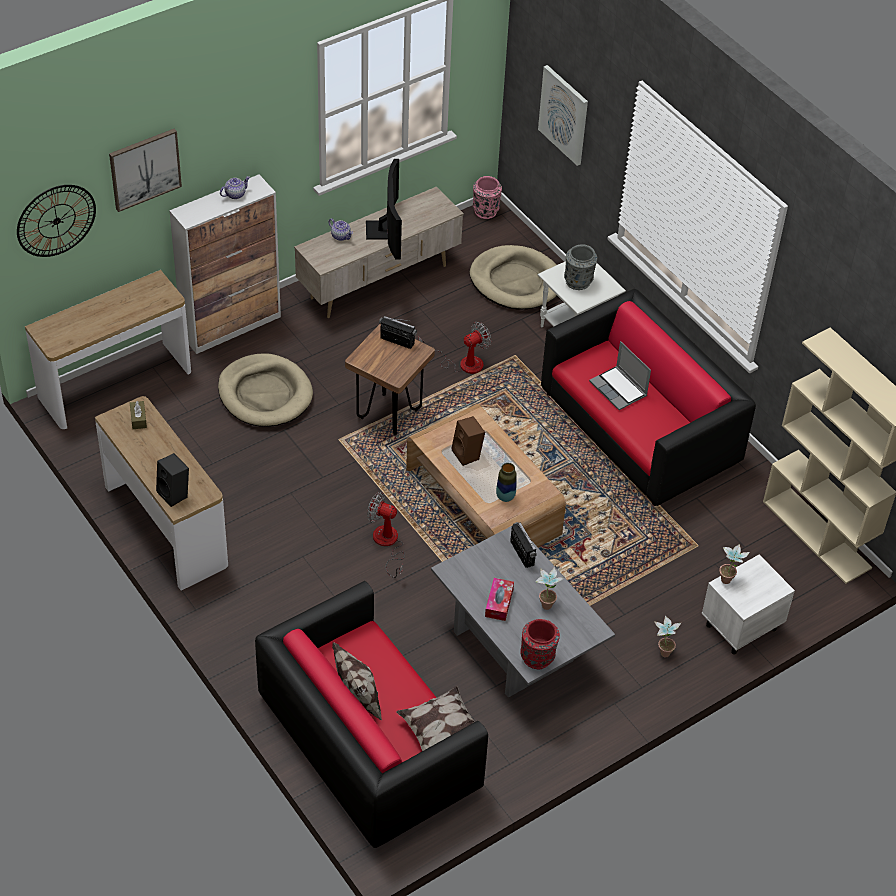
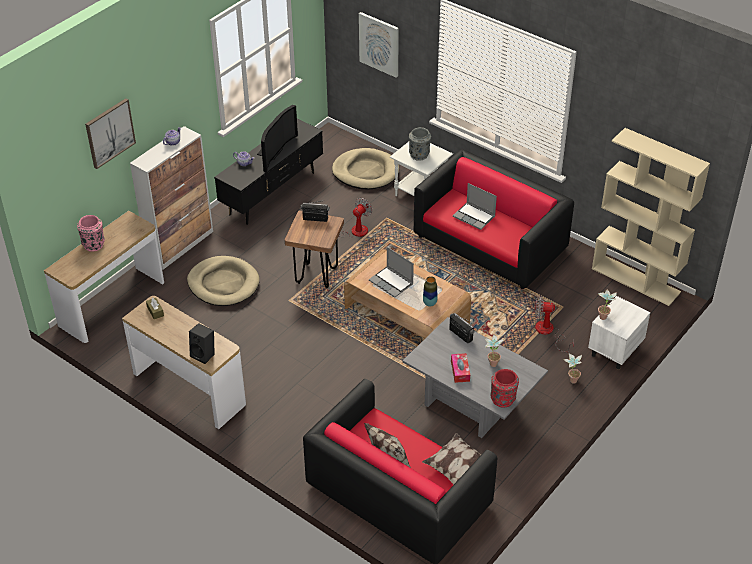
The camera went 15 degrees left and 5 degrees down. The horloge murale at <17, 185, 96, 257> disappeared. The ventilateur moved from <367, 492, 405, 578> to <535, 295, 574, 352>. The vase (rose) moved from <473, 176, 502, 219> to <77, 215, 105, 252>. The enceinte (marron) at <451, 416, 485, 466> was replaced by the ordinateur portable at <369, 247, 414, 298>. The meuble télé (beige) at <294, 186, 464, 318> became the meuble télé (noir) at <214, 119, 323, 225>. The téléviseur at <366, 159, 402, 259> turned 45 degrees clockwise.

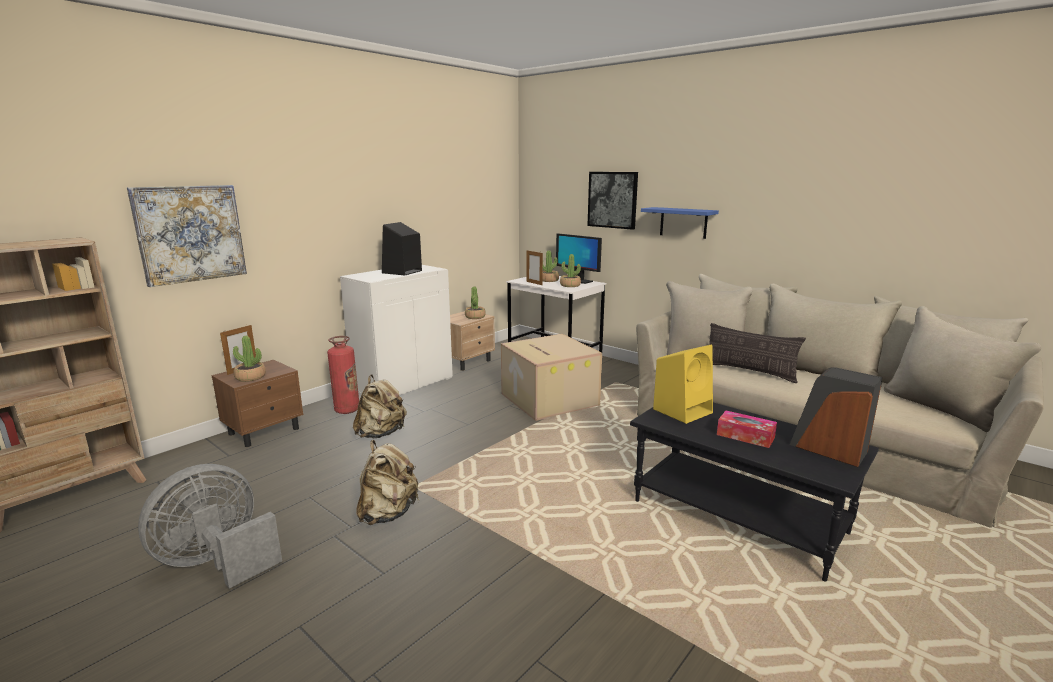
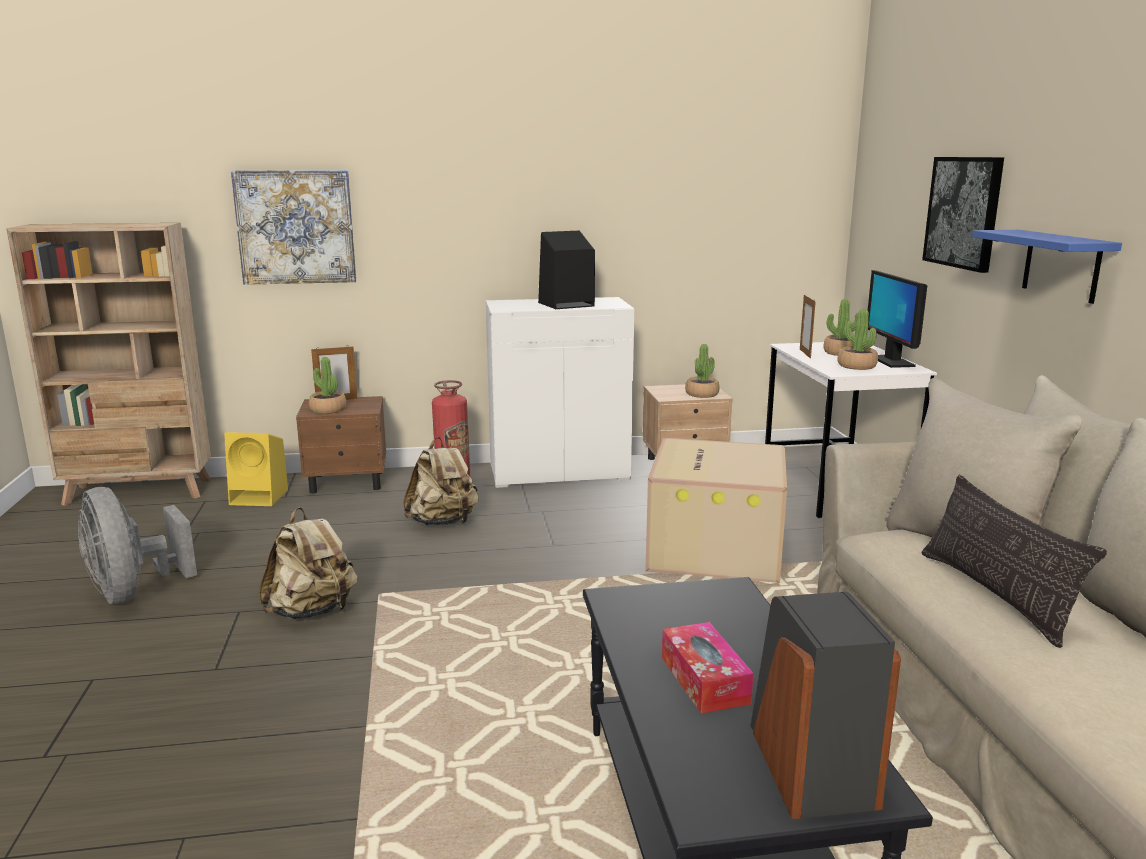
The camera went 40 degrees right and 0 degrees up. The enceinte (jaune) moved from <653, 344, 713, 424> to <224, 432, 288, 506>. The ventilateur (gris) at <138, 464, 282, 589> turned 120 degrees counterclockwise.

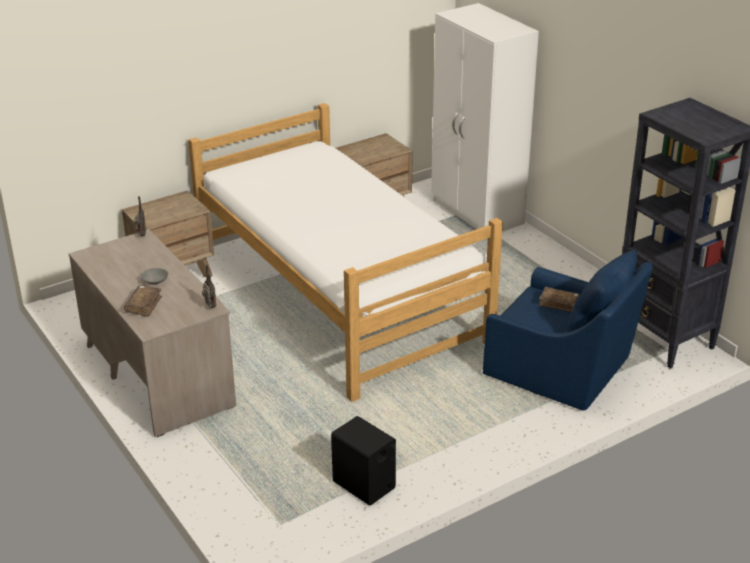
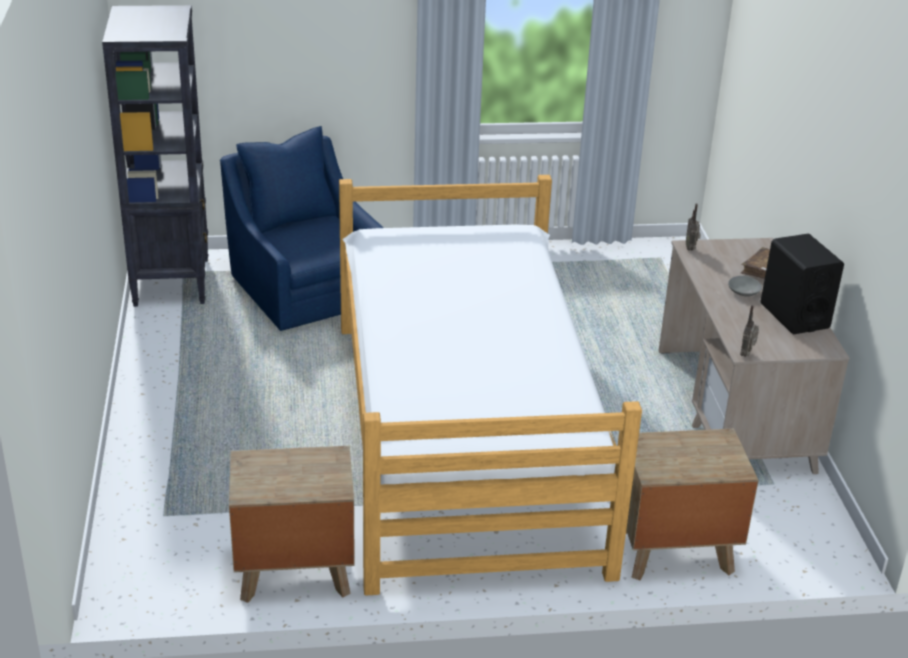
The camera went 155 degrees left and 0 degrees up. The armoire (blanc) at <431, 3, 539, 232> disappeared. The livre (marron) at <539, 287, 579, 312> disappeared. The enceinte (noir) moved from <331, 416, 396, 506> to <760, 234, 844, 334>.

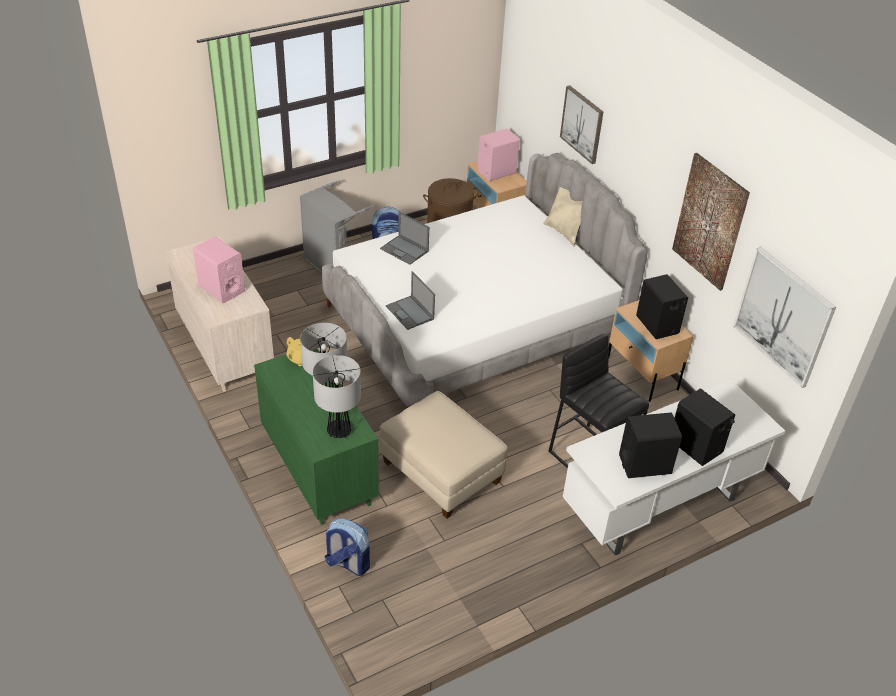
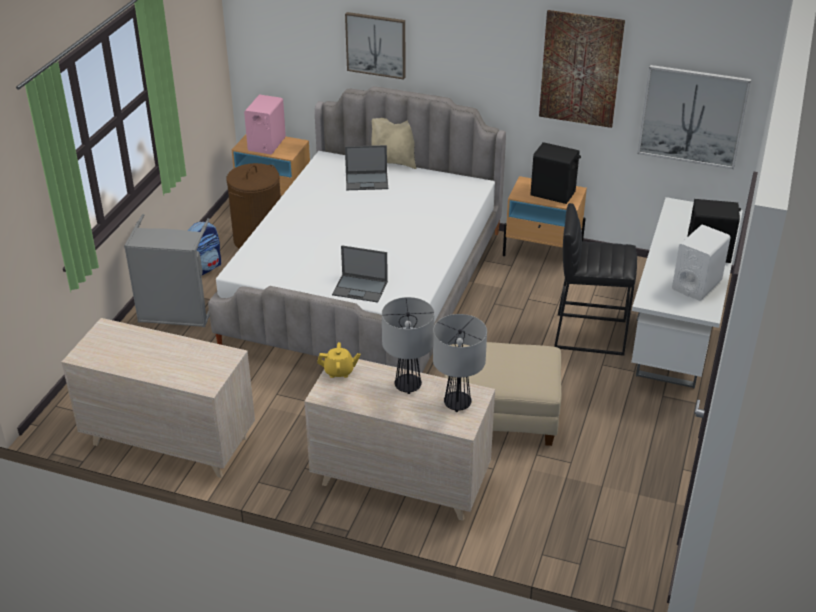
The camera went 40 degrees left and 5 degrees down. The enceinte (rose) at <193, 237, 245, 303> disappeared. The sac à dos at <325, 518, 370, 576> disappeared. The ordinateur portable moved from <380, 212, 429, 265> to <345, 145, 388, 190>. The commode (vert) at <254, 349, 379, 525> became the commode (beige) at <304, 359, 495, 521>. The enceinte (noir) at <619, 412, 682, 478> became the enceinte (blanc) at <672, 225, 731, 301>.

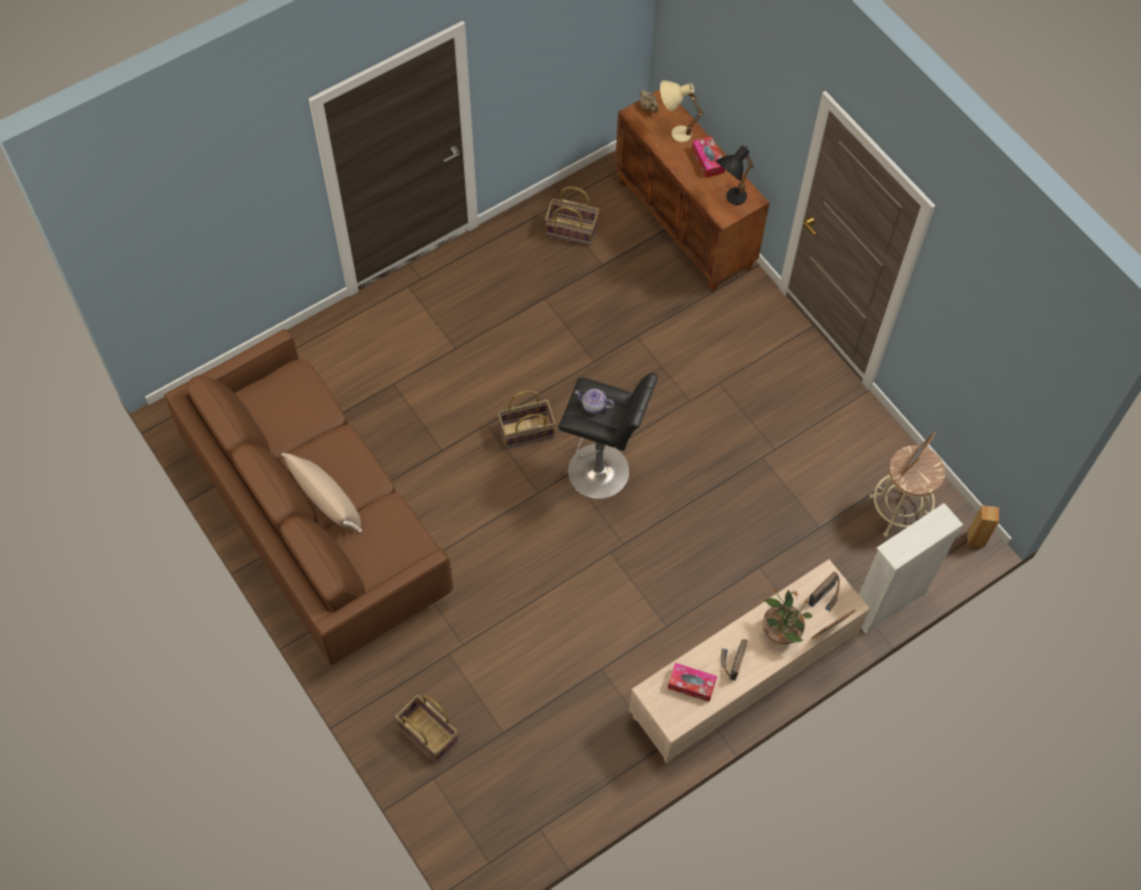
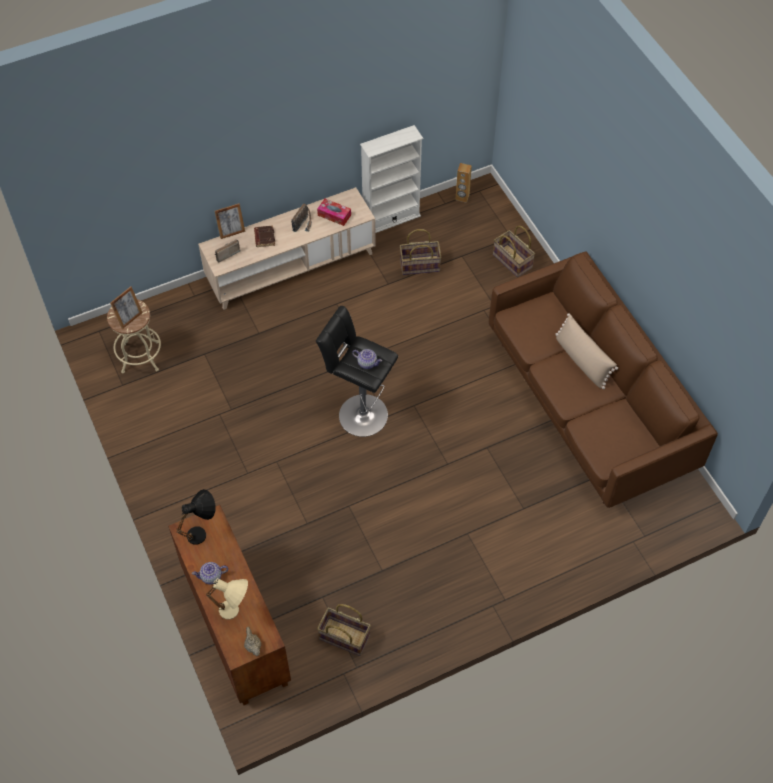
The camera went 170 degrees left and 5 degrees down. The panier moved from <498, 391, 556, 449> to <400, 229, 442, 275>. The bibliothèque (blanc) moved from <859, 503, 963, 634> to <360, 125, 423, 233>. The enceinte (marron) moved from <967, 505, 999, 547> to <456, 163, 472, 203>. The boîte à mouchoirs at <692, 136, 725, 178> was replaced by the théière at <192, 562, 228, 584>. The plante en pot at <763, 588, 813, 644> was replaced by the livre (marron) at <254, 225, 275, 247>.

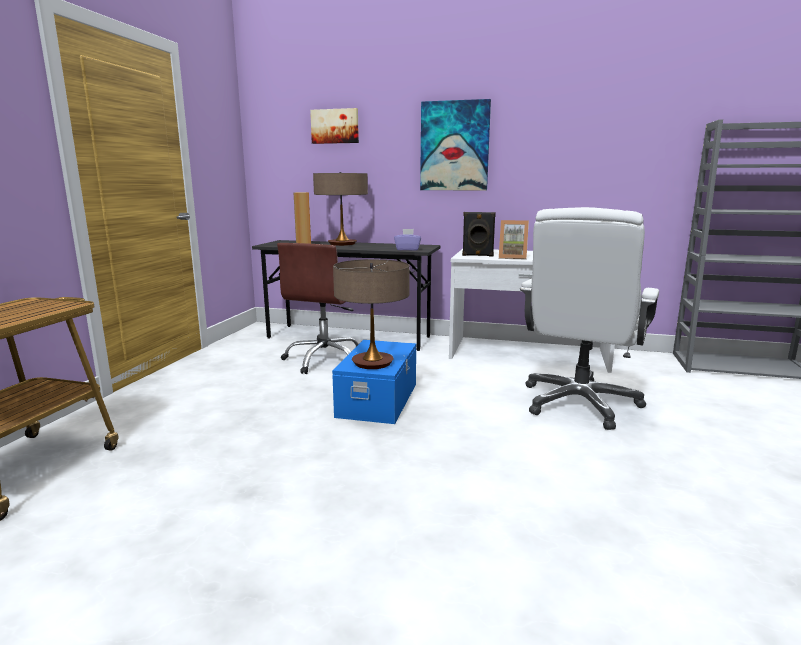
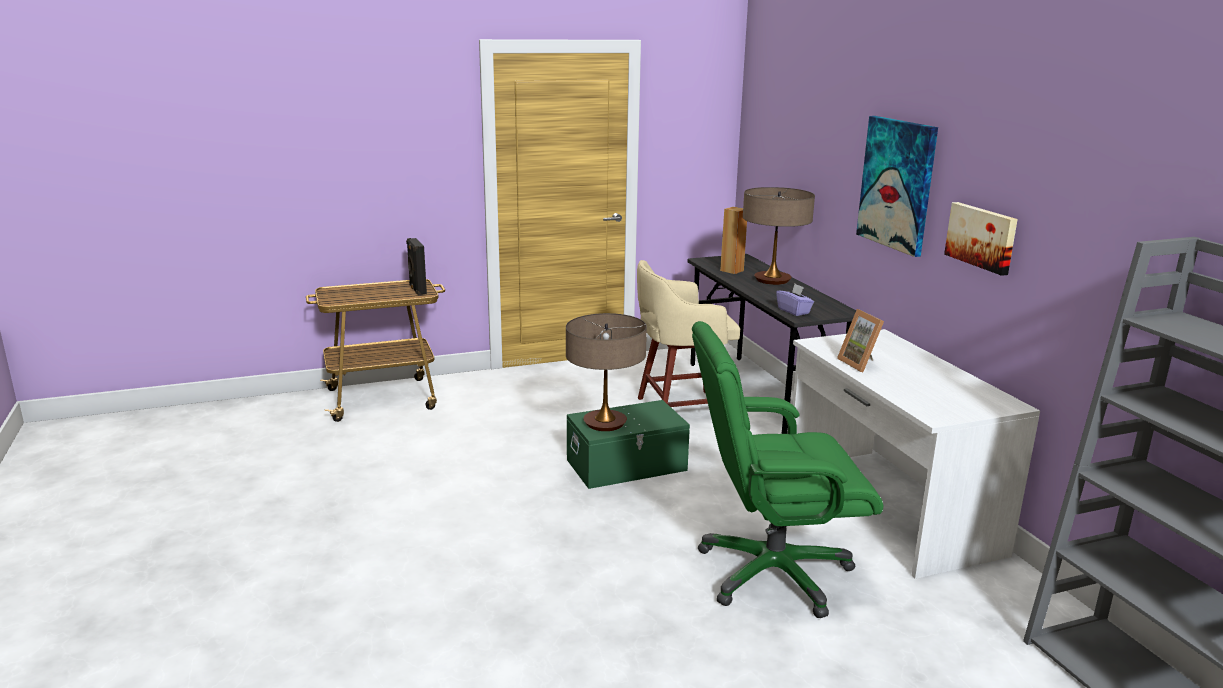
The camera went 55 degrees right and 5 degrees up. The tableau moved from <310, 108, 359, 144> to <944, 202, 1018, 276>. The enceinte (noir) moved from <462, 212, 496, 257> to <406, 238, 427, 296>. The chaise de bureau (marron) at <277, 243, 359, 374> was replaced by the tabouret (beige) at <637, 260, 740, 407>. The boîte de rangement (bleu) at <332, 340, 416, 424> became the boîte de rangement (vert) at <567, 400, 690, 489>. The chaise de bureau (blanc) at <520, 207, 659, 430> became the chaise de bureau (vert) at <692, 321, 883, 618>.

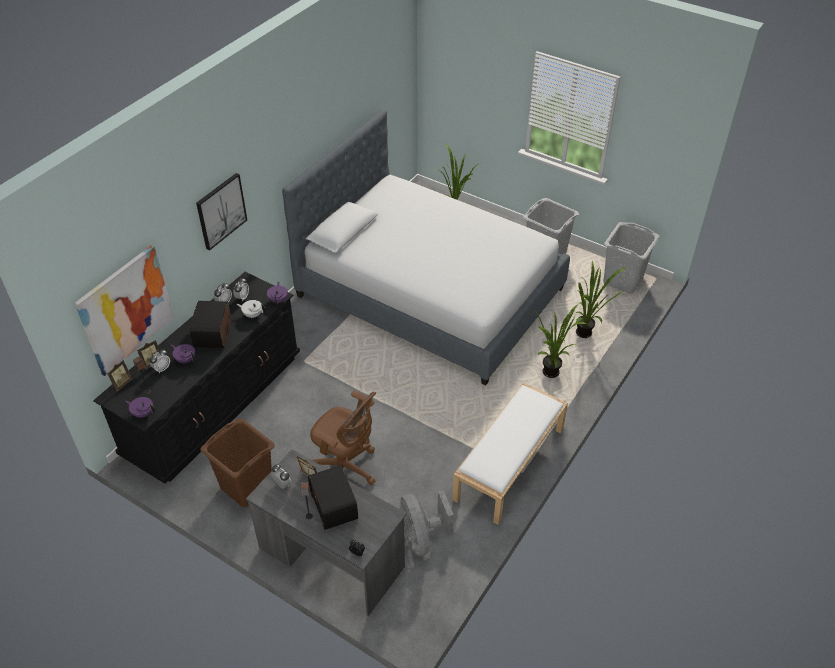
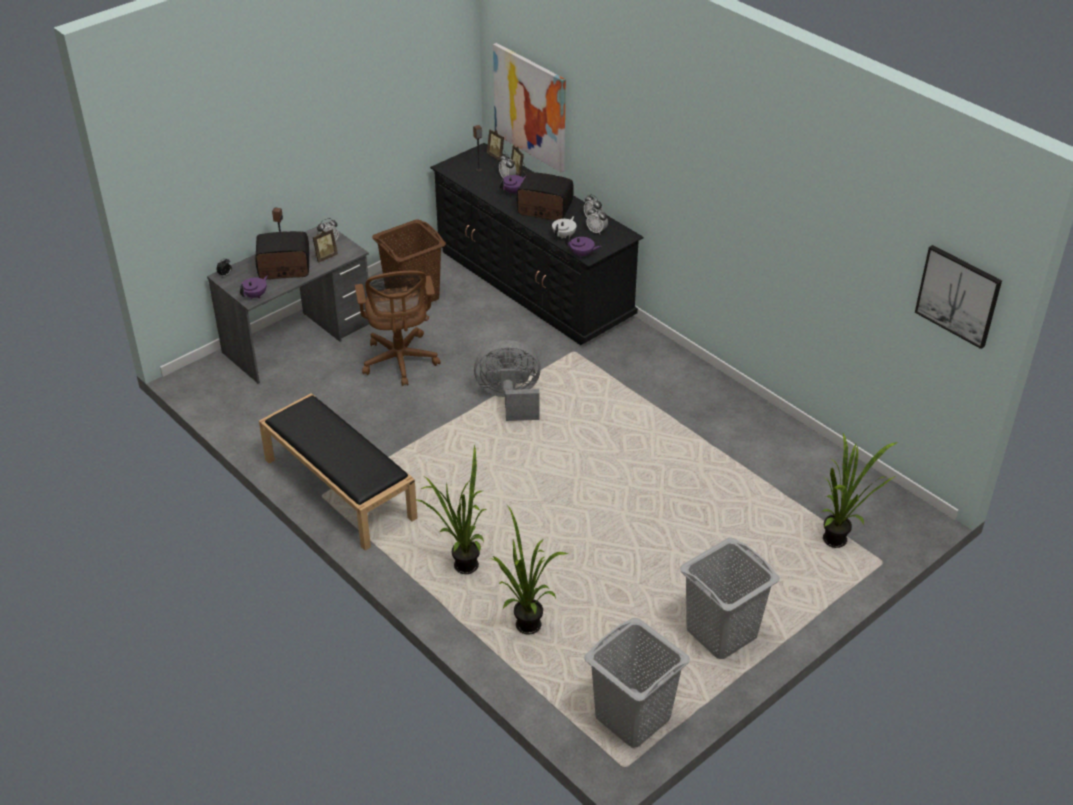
The camera went 105 degrees right and 5 degrees down. The lit at <282, 109, 570, 386> disappeared. The théière (violet) moved from <125, 397, 155, 418> to <240, 275, 268, 299>. The tableau moved from <196, 173, 247, 251> to <915, 245, 1002, 349>. The ventilateur (gris) moved from <399, 490, 454, 556> to <474, 340, 541, 421>. The banc (blanc) at <452, 383, 568, 525> became the banc (noir) at <259, 393, 418, 551>. The chaise de bureau (marron) at <310, 390, 376, 485> turned 60 degrees counterclockwise.

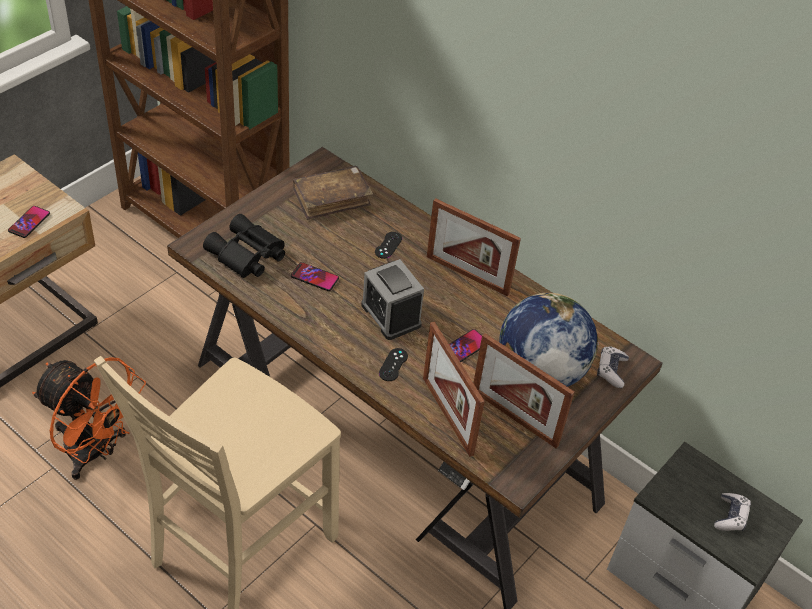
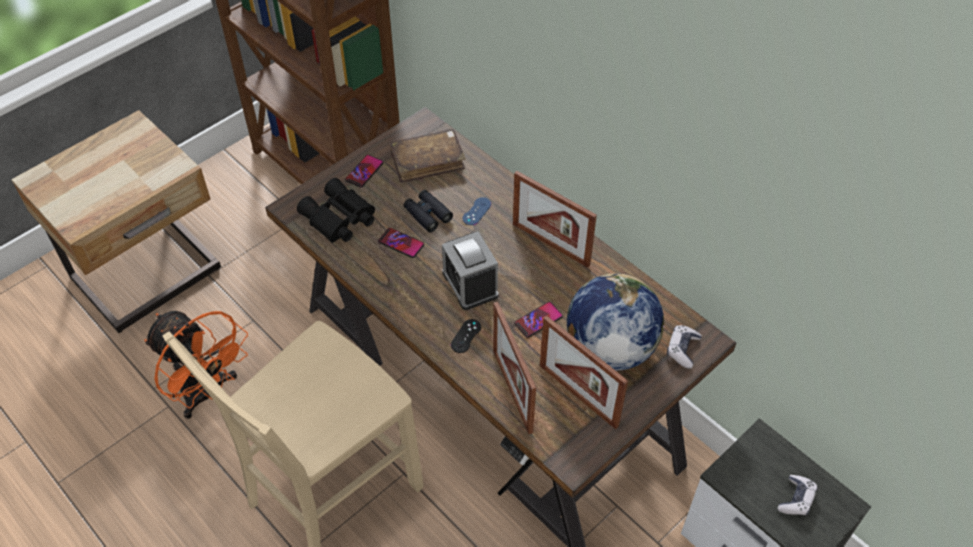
The camera went 10 degrees right and 5 degrees up. The jumelles (noir) at <403, 190, 453, 232> appeared. The téléphone moved from <8, 206, 50, 238> to <345, 155, 383, 188>. The manette (noir) at <375, 232, 402, 259> became the manette (bleu) at <463, 197, 491, 225>.

